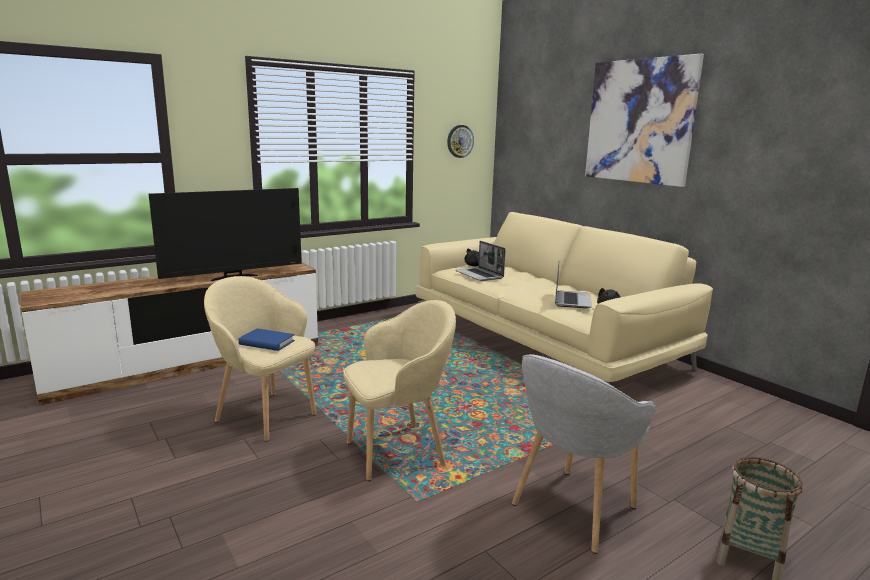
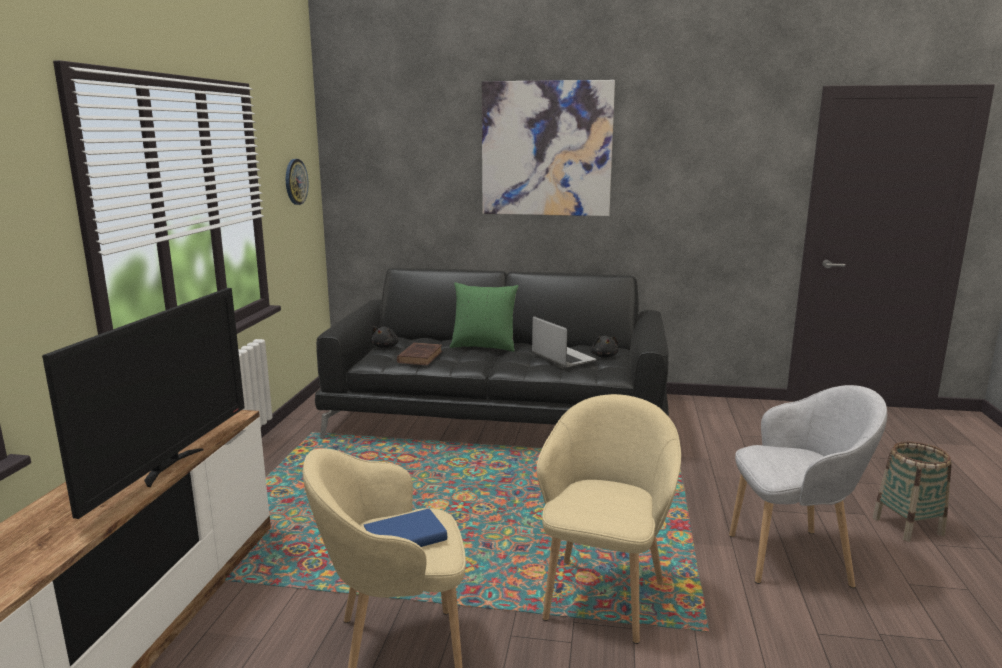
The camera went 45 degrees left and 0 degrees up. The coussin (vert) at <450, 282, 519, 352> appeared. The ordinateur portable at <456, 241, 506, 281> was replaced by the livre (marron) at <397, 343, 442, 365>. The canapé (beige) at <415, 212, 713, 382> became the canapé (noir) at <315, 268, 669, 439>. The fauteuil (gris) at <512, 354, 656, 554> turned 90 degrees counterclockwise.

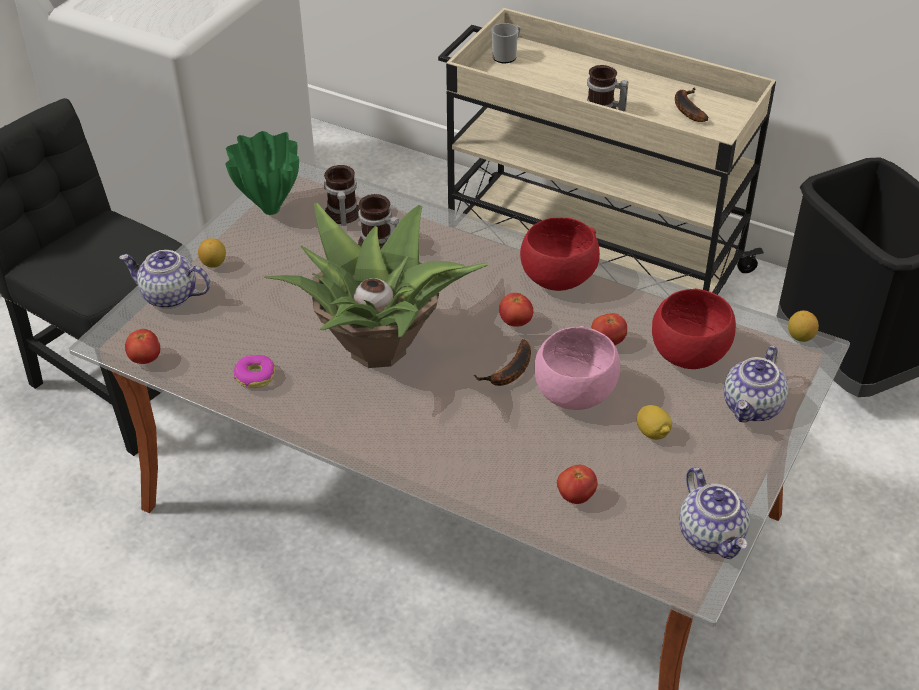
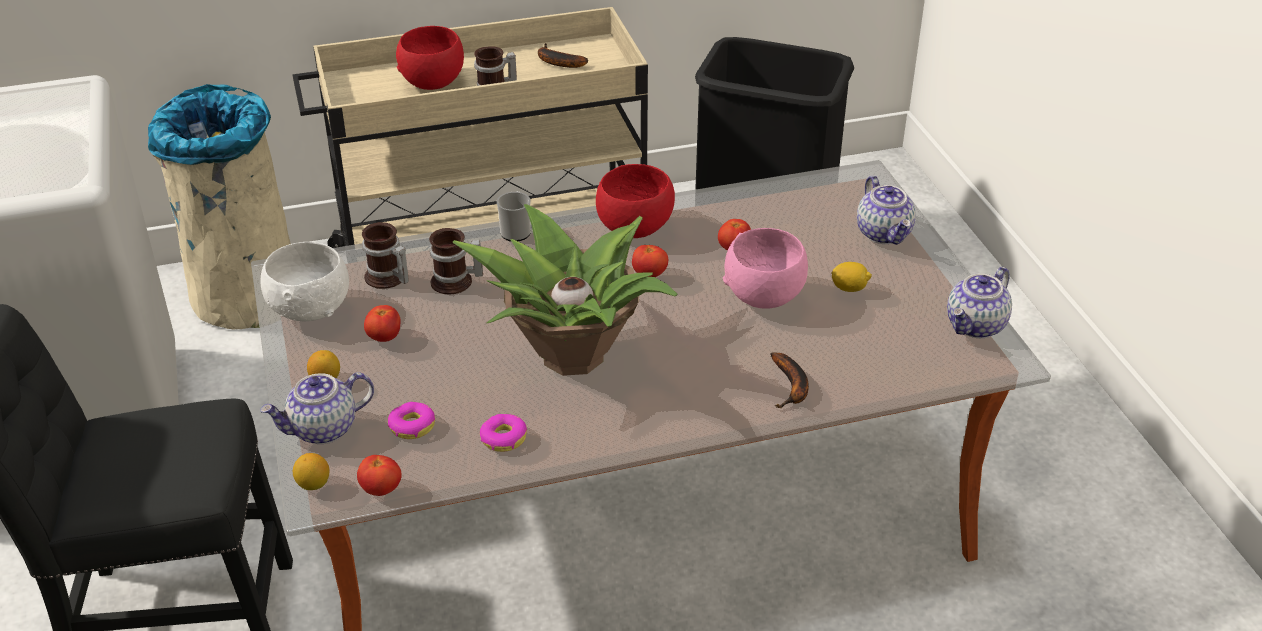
The camera went 45 degrees left and 5 degrees down. The poubelle (beige) at <148, 84, 291, 329> appeared. The beignet at <388, 402, 435, 439> appeared. The banane moved from <474, 339, 531, 386> to <770, 352, 809, 408>. The mug moved from <492, 23, 520, 63> to <497, 191, 531, 241>. The tomate moved from <557, 465, 597, 504> to <364, 305, 401, 342>. The bol (rouge) moved from <652, 288, 736, 369> to <396, 26, 464, 90>. The citron moved from <788, 310, 819, 342> to <293, 453, 330, 490>. The vase (vert) at <225, 131, 299, 215> was replaced by the bol (blanc) at <260, 242, 349, 321>. The théière at <679, 467, 750, 559> turned 105 degrees clockwise.

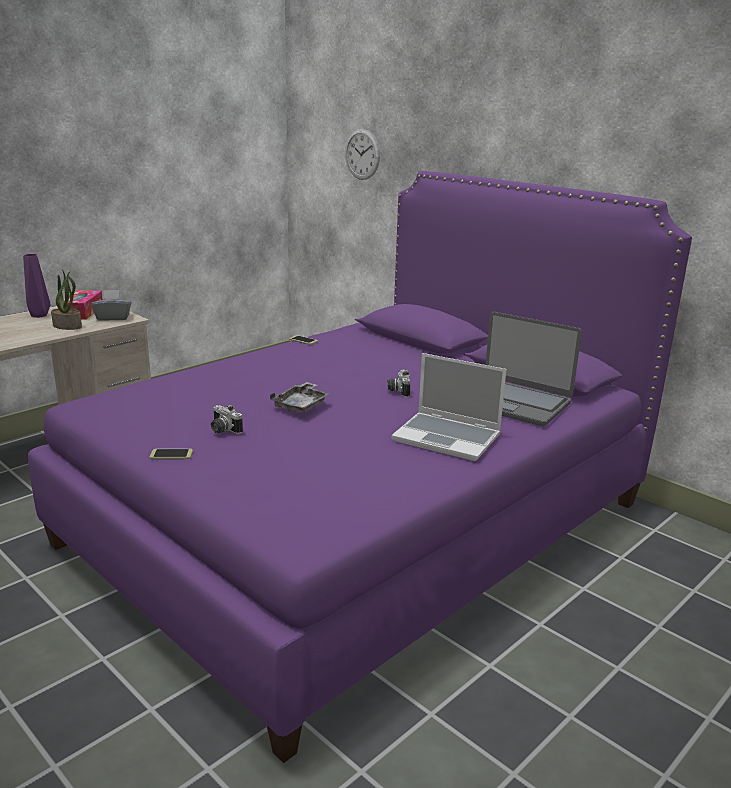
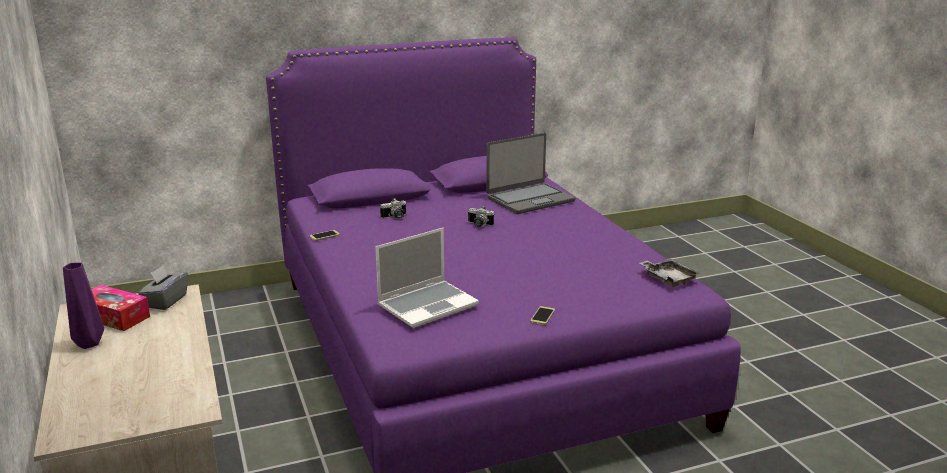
The camera went 65 degrees left and 0 degrees up. The plante en pot at <51, 270, 82, 330> disappeared. The horloge murale at <345, 129, 380, 180> disappeared. The appareil photo moved from <211, 404, 243, 434> to <380, 199, 406, 219>. The plateau (gris) moved from <270, 382, 330, 413> to <639, 259, 700, 287>. The ordinateur portable moved from <391, 353, 507, 461> to <375, 228, 479, 328>.

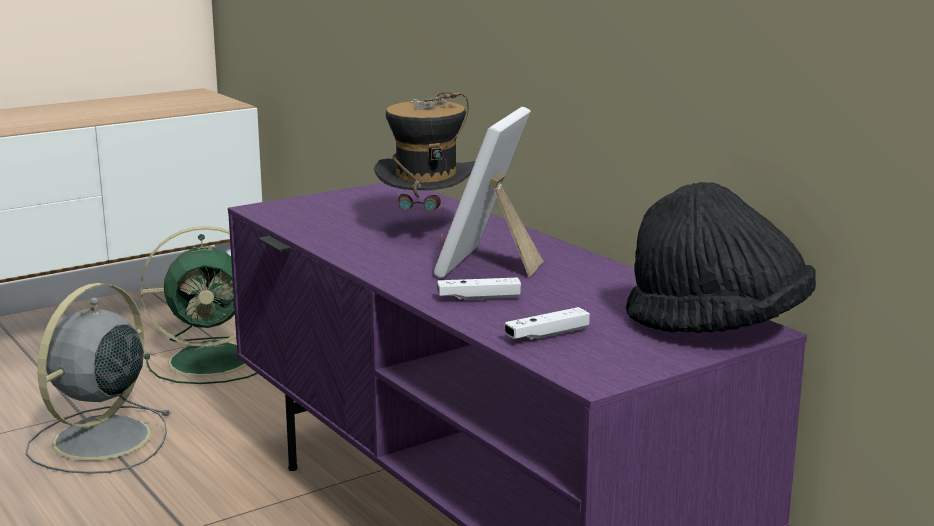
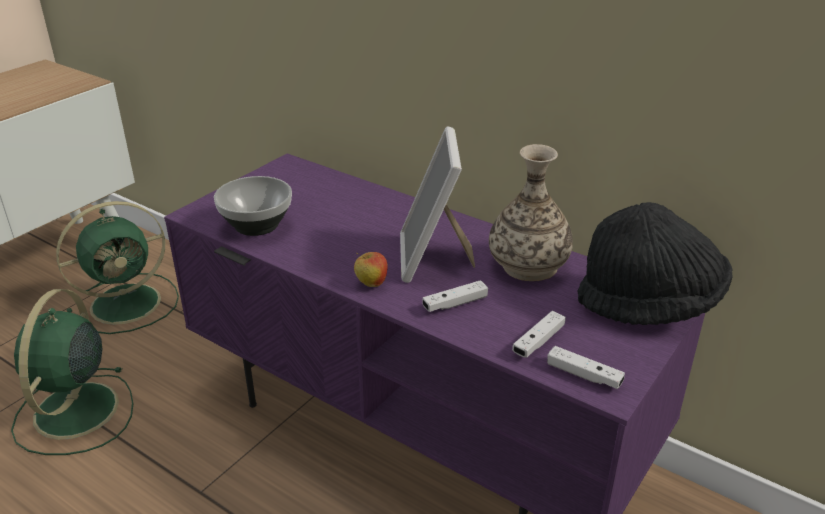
The camera went 20 degrees left and 15 degrees up. The chapeau at <374, 92, 475, 245> disappeared. The bol at <214, 176, 292, 236> appeared. The pomme at <354, 252, 388, 287> appeared. The vase at <489, 144, 573, 281> appeared. The manette (blanc) at <547, 346, 625, 389> appeared. The ventilateur (gris) at <25, 283, 171, 474> became the ventilateur (vert) at <11, 289, 133, 455>.

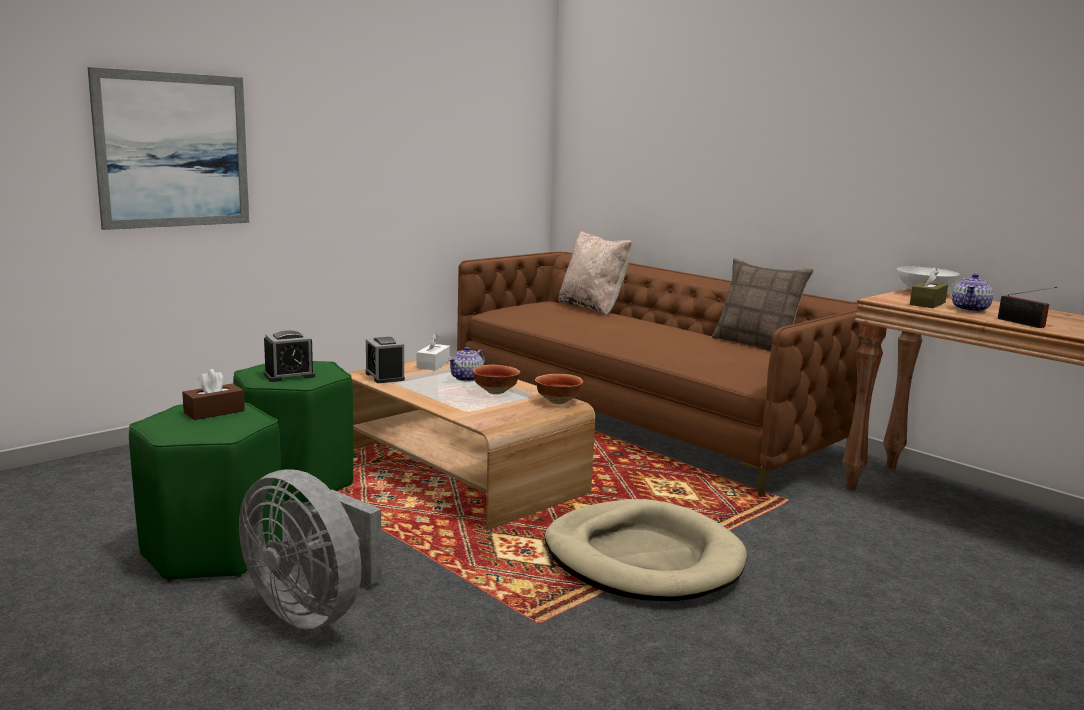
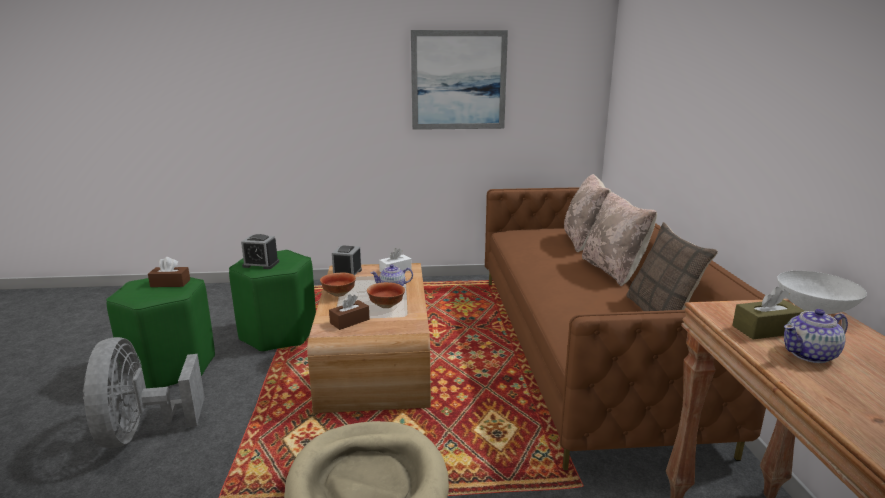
The camera went 40 degrees right and 5 degrees up. The radio at <998, 287, 1057, 328> disappeared. The boîte à mouchoirs (marron) at <329, 294, 370, 330> appeared. The coussin (beige) at <582, 191, 657, 287> appeared. The tableau moved from <88, 67, 249, 230> to <411, 30, 508, 130>. The bol moved from <535, 374, 583, 404> to <320, 273, 356, 297>.

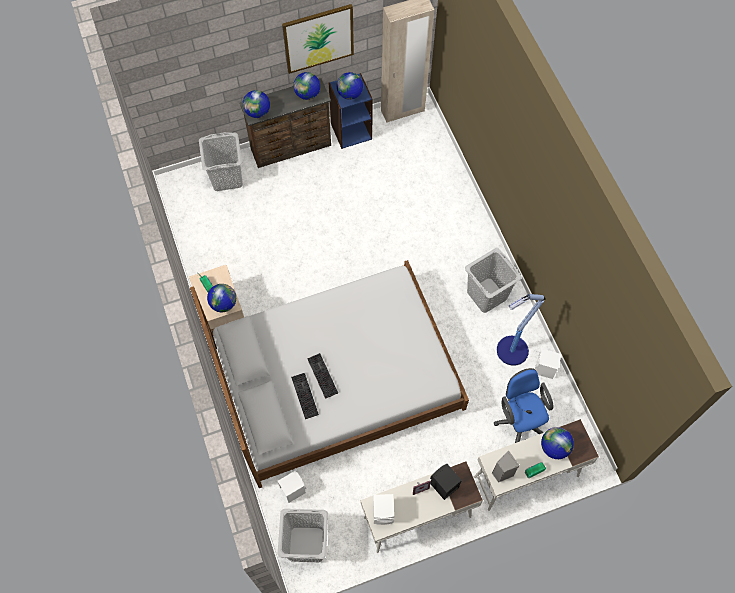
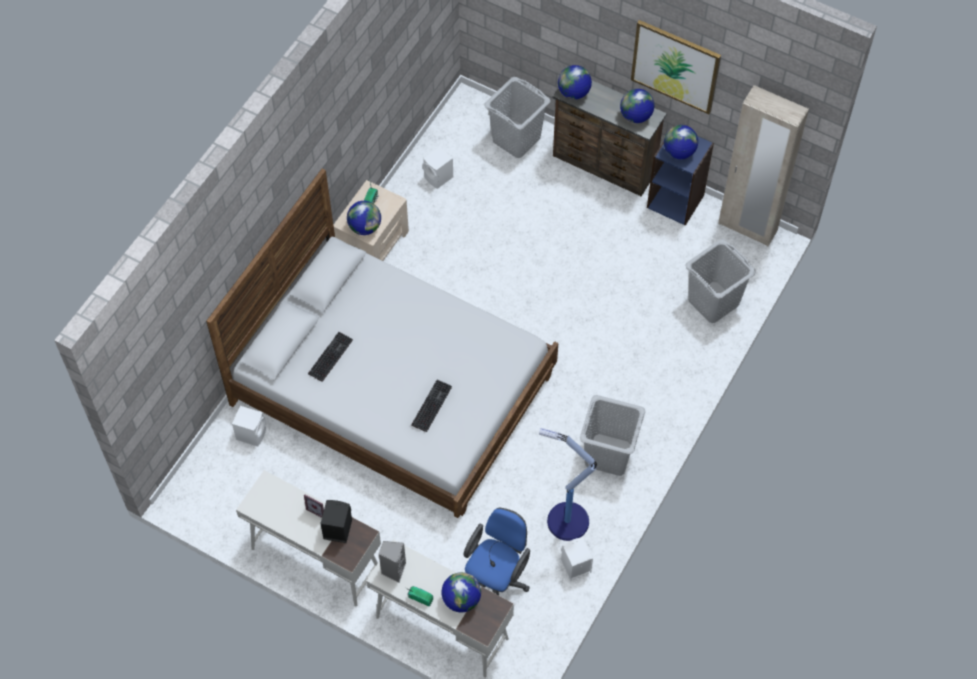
The camera went 50 degrees right and 5 degrees down. The panier à linge (gris) moved from <278, 509, 328, 562> to <685, 239, 756, 323>. The clavier moved from <307, 353, 338, 399> to <411, 380, 452, 432>. The enceinte (blanc) moved from <373, 494, 394, 525> to <422, 147, 453, 189>.

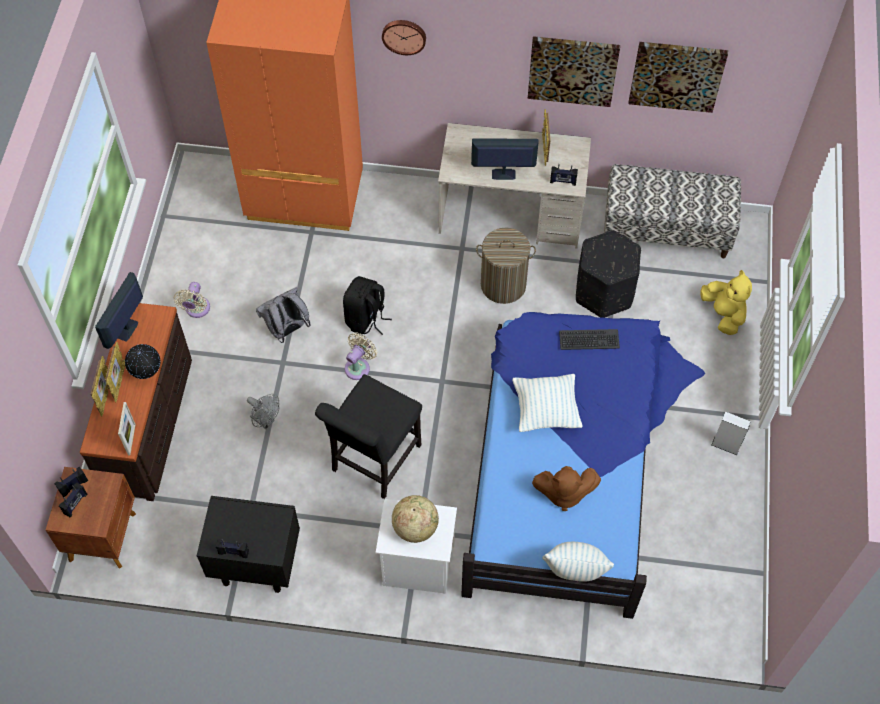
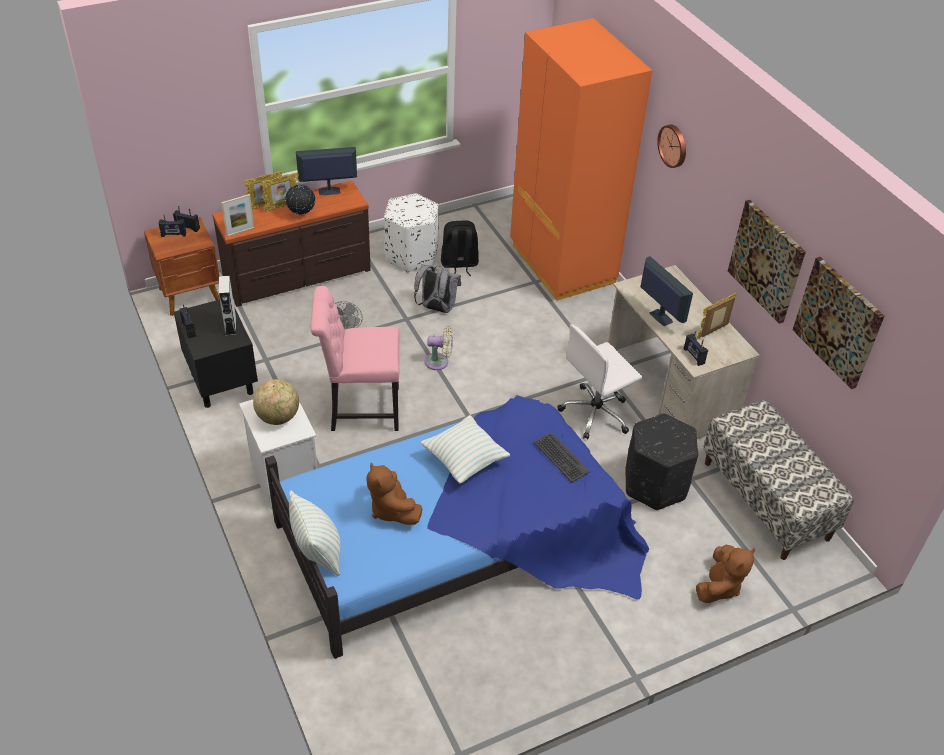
The camera went 55 degrees right and 15 degrees down. The sac à dos (noir) moved from <343, 276, 392, 335> to <441, 221, 479, 276>. The enceinte (gris) moved from <711, 412, 751, 455> to <219, 276, 236, 336>. The ventilateur (beige) at <173, 282, 210, 318> was replaced by the pouf (blanc) at <384, 193, 439, 272>. The panier à linge at <476, 228, 536, 304> was replaced by the chaise de bureau (blanc) at <557, 324, 642, 440>. The chaise (noir) at <315, 374, 422, 499> became the chaise (rose) at <310, 286, 400, 431>. The peluche (jaune) at <700, 270, 752, 335> became the peluche (marron) at <696, 545, 755, 603>.

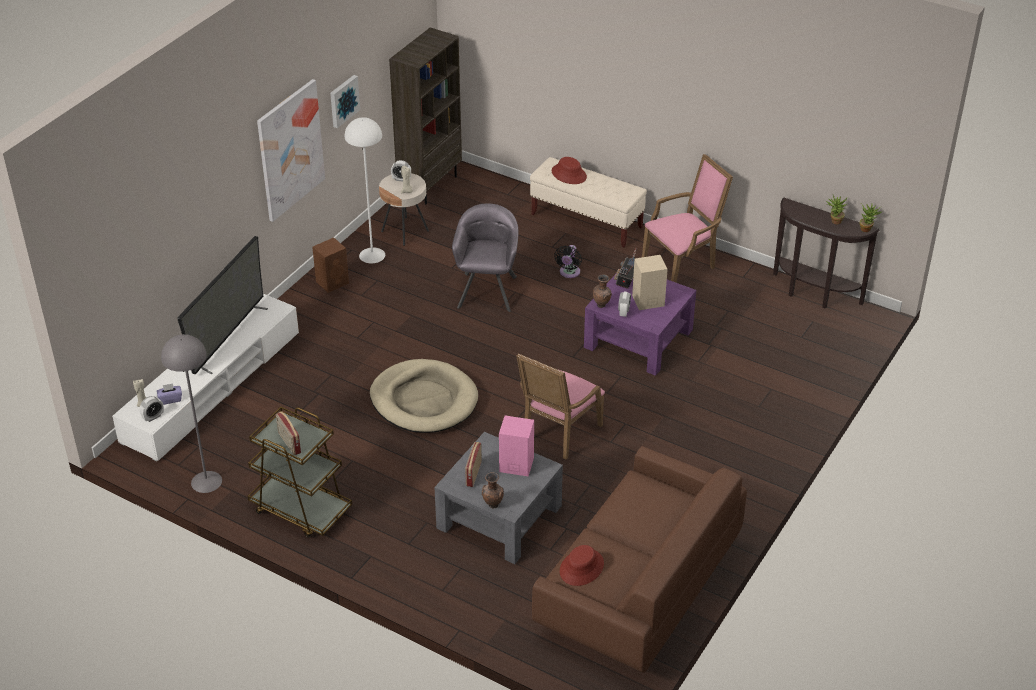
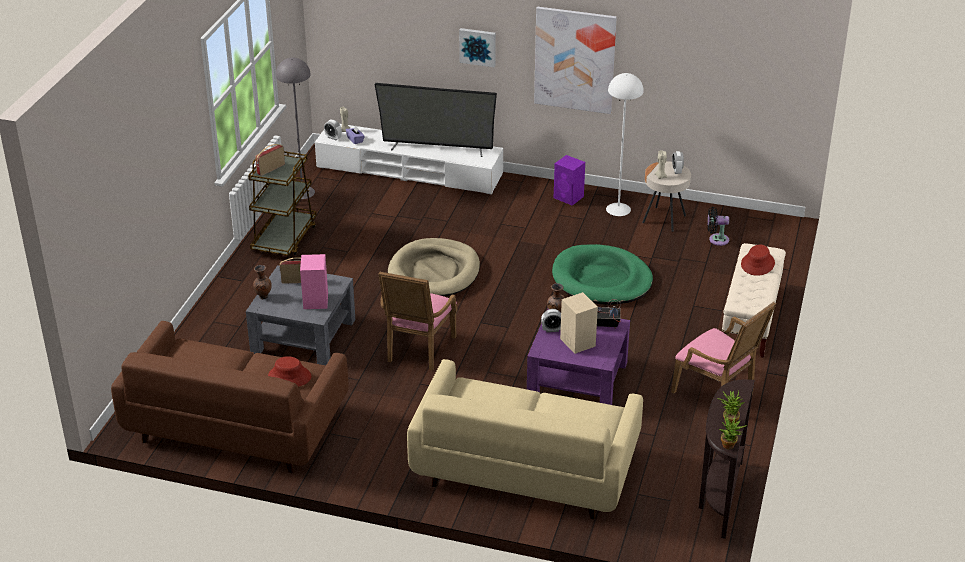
The camera went 75 degrees right and 5 degrees down. The bibliothèque (marron) at <389, 27, 462, 204> disappeared. The canapé (beige) at <407, 359, 643, 519> appeared. The tableau moved from <330, 75, 360, 128> to <459, 28, 496, 67>. The ventilateur (noir) moved from <554, 245, 582, 278> to <707, 207, 729, 246>. The chapeau (rouge) moved from <560, 545, 604, 586> to <268, 356, 311, 387>. The fauteuil (gris) at <452, 203, 518, 312> was replaced by the panier pour chien (vert) at <552, 244, 653, 305>. The enceinte (marron) at <312, 237, 349, 293> became the enceinte (violet) at <554, 155, 585, 206>. The fauteuil (rose) at <516, 353, 605, 460> turned 90 degrees counterclockwise.

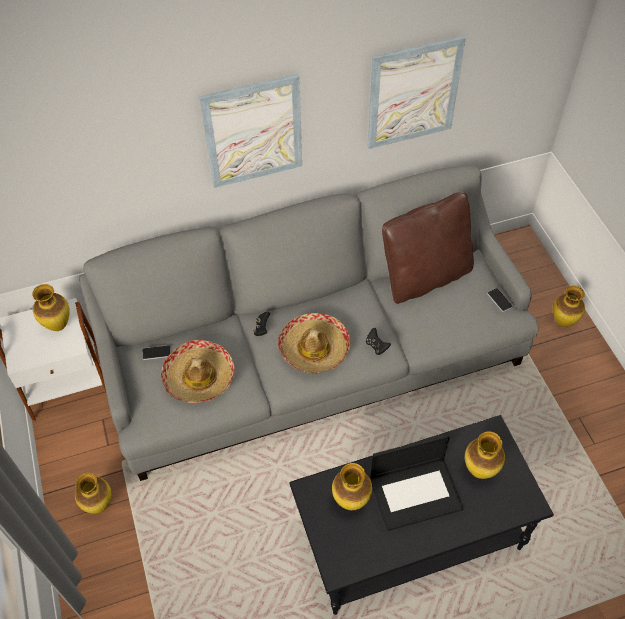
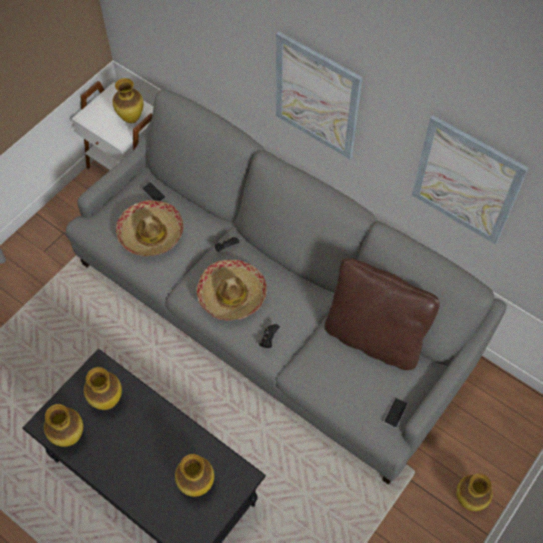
The camera went 55 degrees right and 5 degrees up. The ordinateur portable at <370, 434, 464, 531> disappeared. The vase moved from <75, 473, 112, 514> to <44, 404, 83, 447>.

